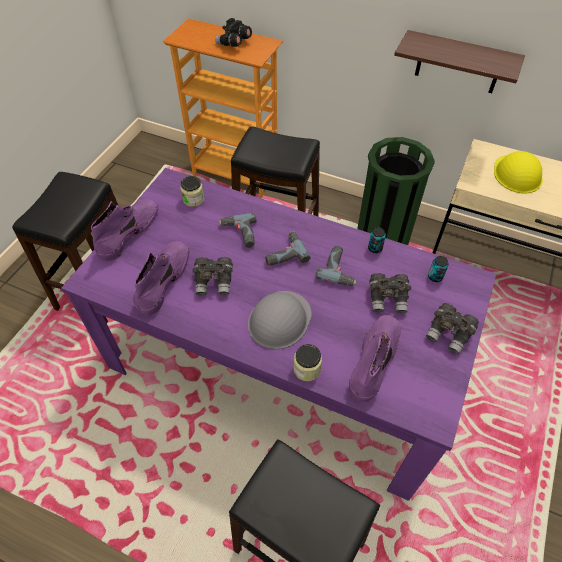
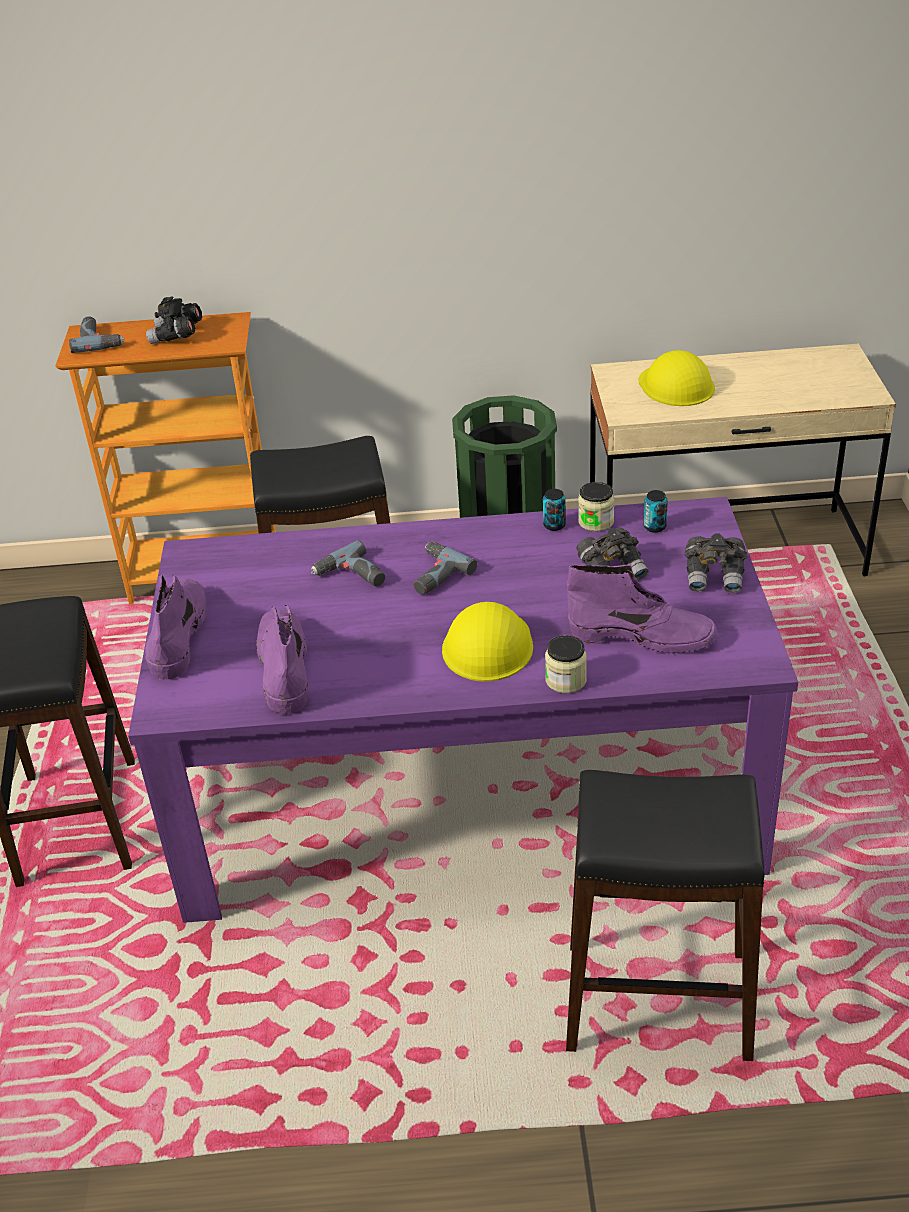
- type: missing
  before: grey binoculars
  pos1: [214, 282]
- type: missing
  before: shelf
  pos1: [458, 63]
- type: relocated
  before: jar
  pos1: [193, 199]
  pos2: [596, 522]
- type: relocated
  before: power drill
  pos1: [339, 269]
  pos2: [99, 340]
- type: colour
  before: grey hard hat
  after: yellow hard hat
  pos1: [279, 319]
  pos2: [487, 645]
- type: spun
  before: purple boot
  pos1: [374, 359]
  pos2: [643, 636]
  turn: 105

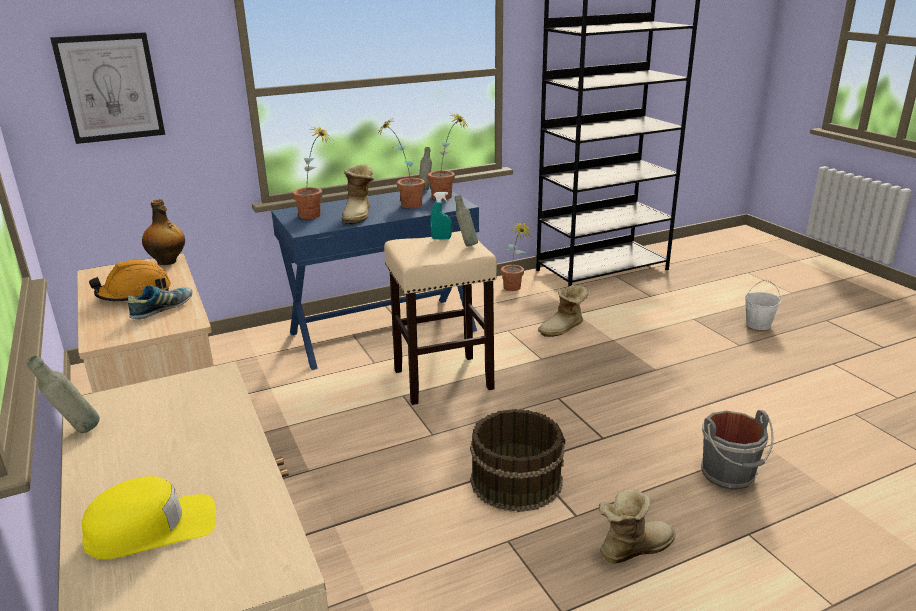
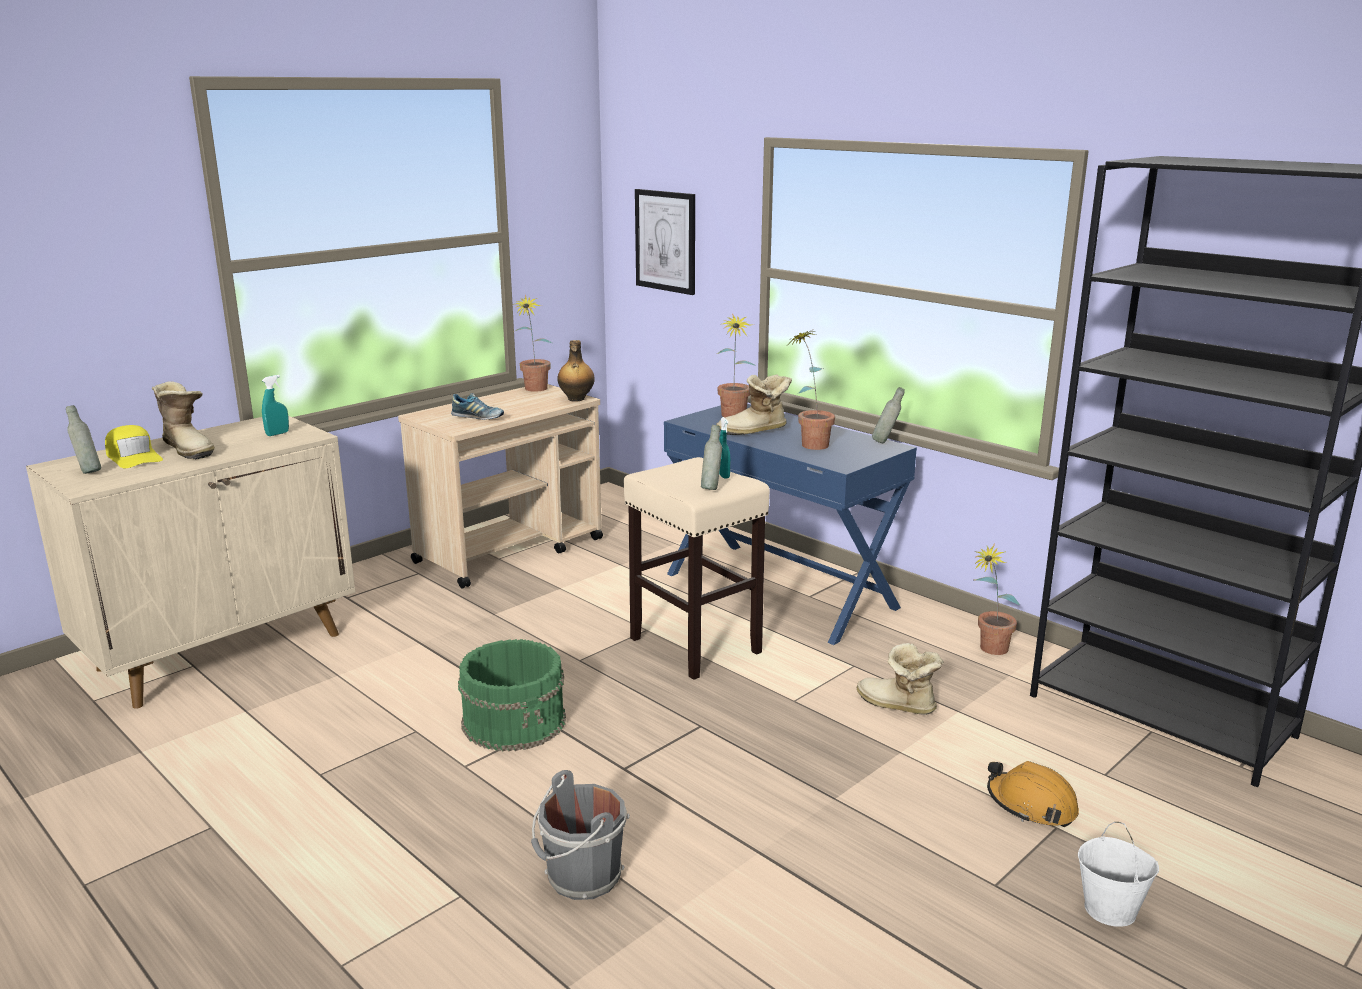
- type: appeared
  after: turquoise spray bottle
  pos2: [277, 434]
- type: relocated
  before: grey bottle
  pos1: [76, 432]
  pos2: [88, 472]
- type: relocated
  before: orange hard hat
  pos1: [135, 294]
  pos2: [1031, 805]
- type: relocated
  before: potted plant
  pos1: [447, 197]
  pos2: [534, 390]
- type: relocated
  before: boot
  pos1: [632, 547]
  pos2: [190, 448]
- type: colour
  before: brown bucket
  after: green bucket
  pos1: [516, 480]
  pos2: [515, 721]

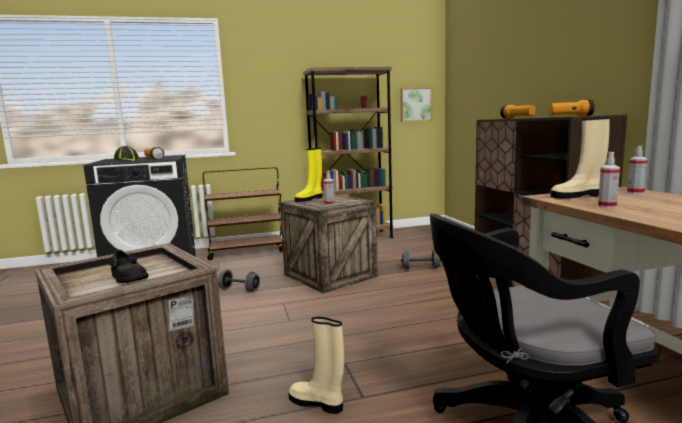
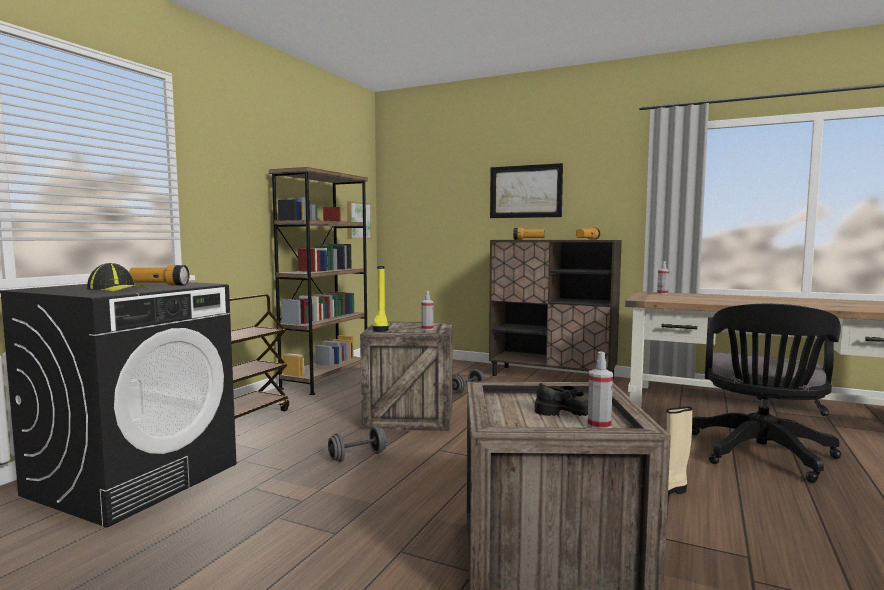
- type: missing
  before: beige boot
  pos1: [577, 196]
- type: appeared
  after: picture
  pos2: [525, 191]
- type: relocated
  before: spray bottle
  pos1: [607, 206]
  pos2: [599, 426]

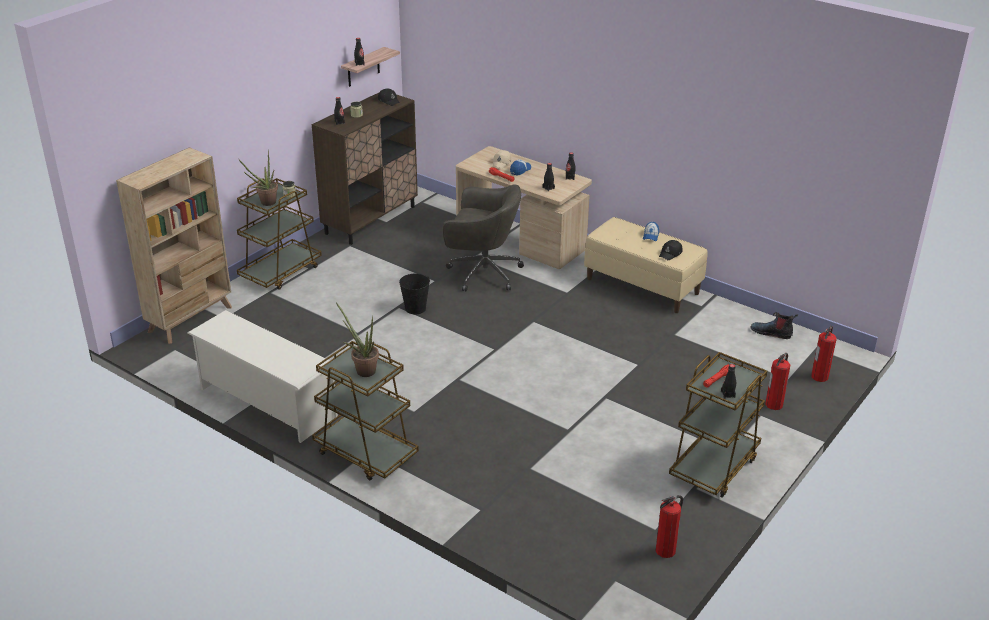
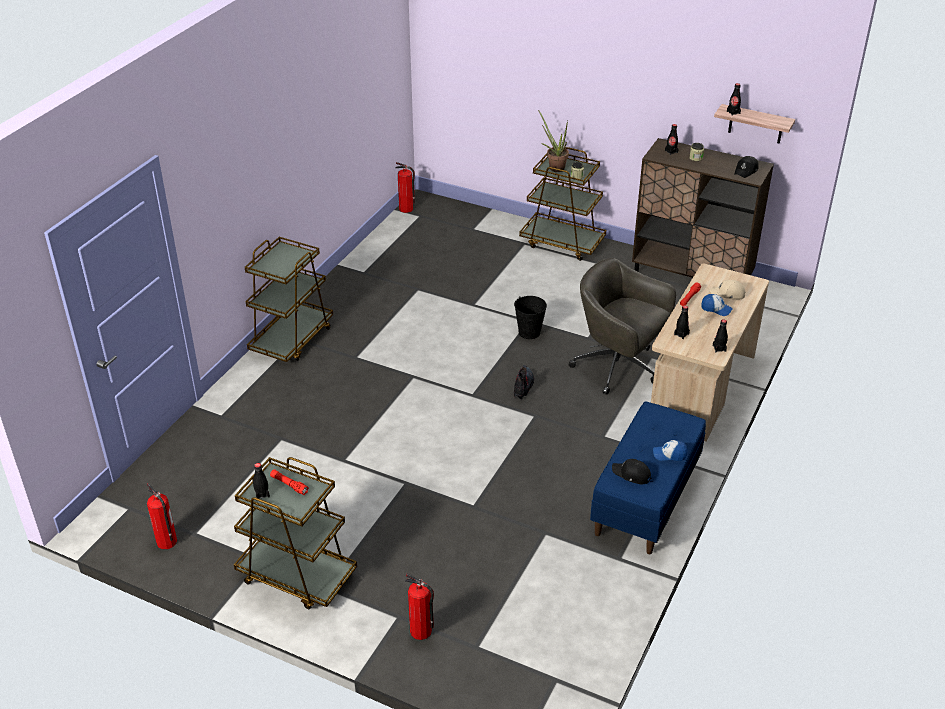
- type: missing
  before: beige bookcase
  pos1: [191, 319]
- type: missing
  before: white shoe rack
  pos1: [267, 403]
- type: missing
  before: potted plant
  pos1: [362, 370]
- type: relocated
  before: boot
  pos1: [772, 333]
  pos2: [523, 386]
- type: relocated
  before: fire extinguisher
  pos1: [819, 376]
  pos2: [406, 209]
- type: colour
  before: beige bench
  after: blue bench
  pos1: [643, 286]
  pos2: [646, 500]
- type: spun
  before: grey office chair
  pos1: [482, 273]
  pos2: [618, 367]
  turn: 120

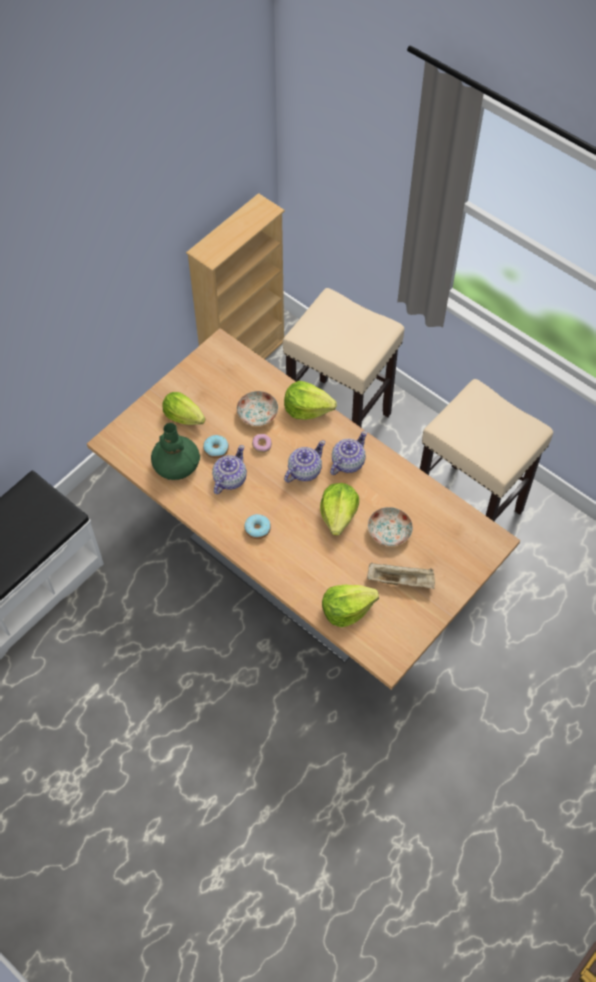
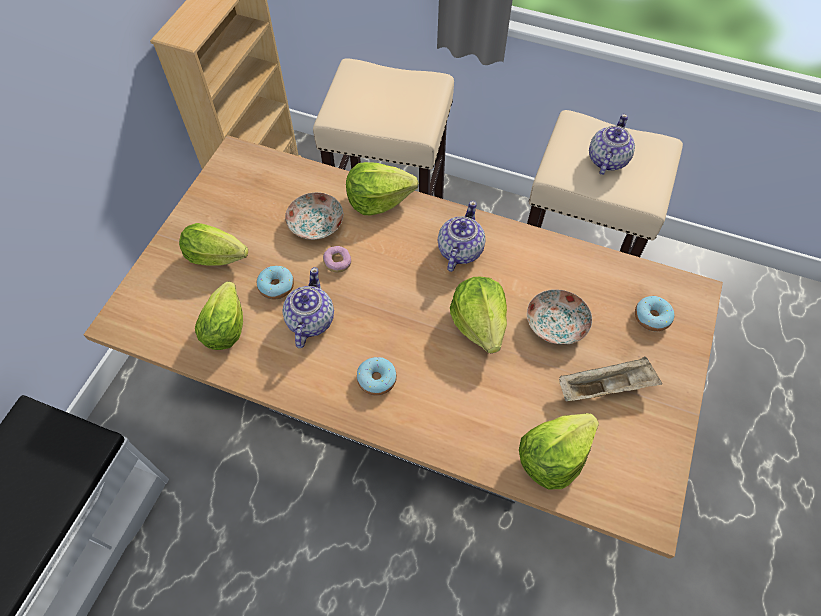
- type: appeared
  after: donut
  pos2: [651, 317]
- type: relocated
  before: teapot
  pos1: [304, 471]
  pos2: [606, 160]
- type: exchanged
  before: green vase
  after: lettuce
  pos1: [176, 464]
  pos2: [226, 324]

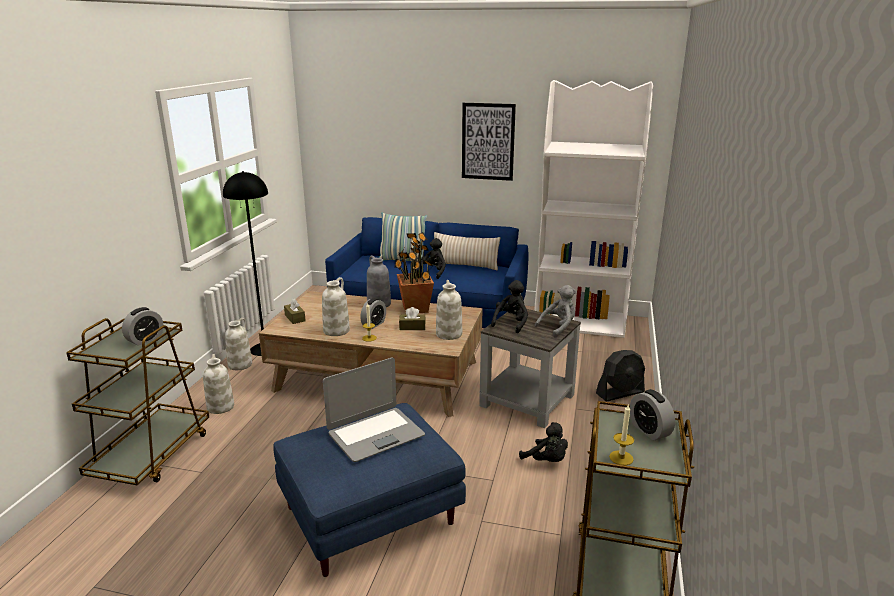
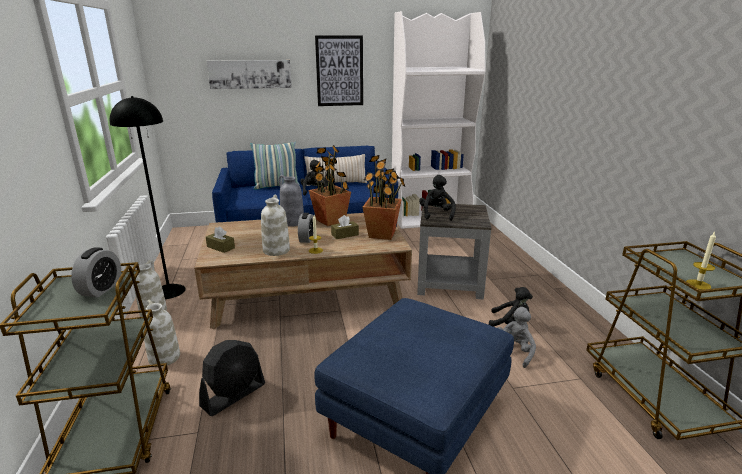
- type: missing
  before: laptop
  pos1: [375, 434]
- type: missing
  before: alarm clock
  pos1: [649, 430]
- type: appeared
  after: picture
  pos2: [250, 74]
- type: relocated
  before: grey plush toy
  pos1: [558, 327]
  pos2: [513, 351]
- type: relocated
  before: black fan
  pos1: [620, 393]
  pos2: [233, 395]
- type: exchanged
  before: white vase
  after: potted plant
  pos1: [448, 334]
  pos2: [382, 234]

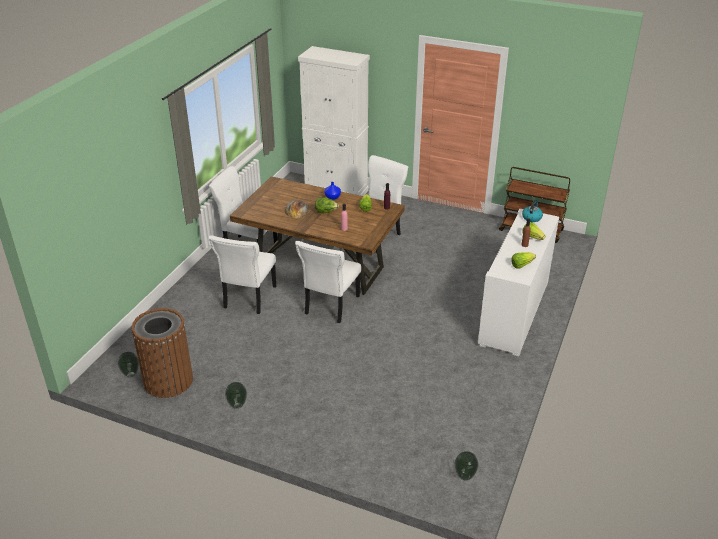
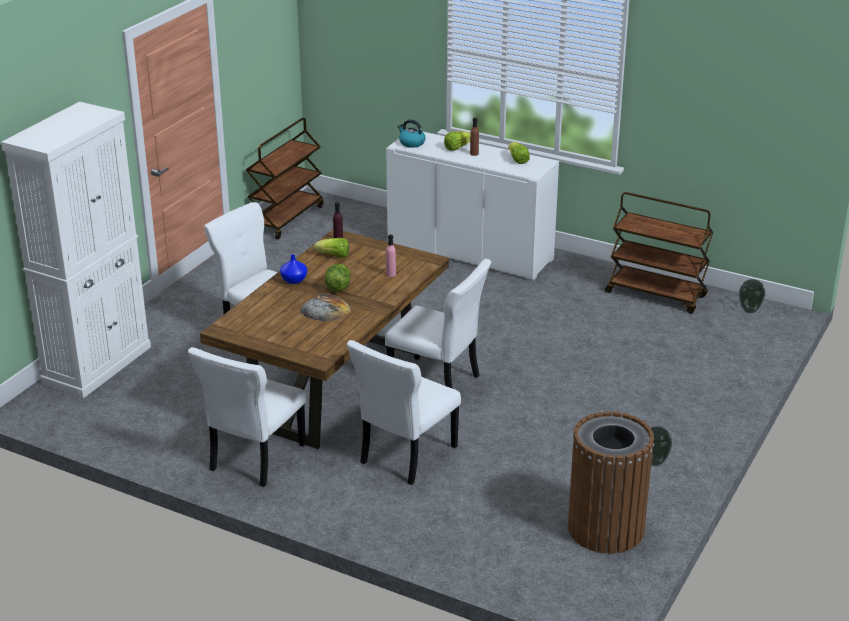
- type: missing
  before: vase
  pos1: [130, 374]
- type: appeared
  after: brown cart
  pos2: [656, 294]
- type: spun
  before: white chair
  pos1: [248, 298]
  pos2: [405, 456]
  turn: 105

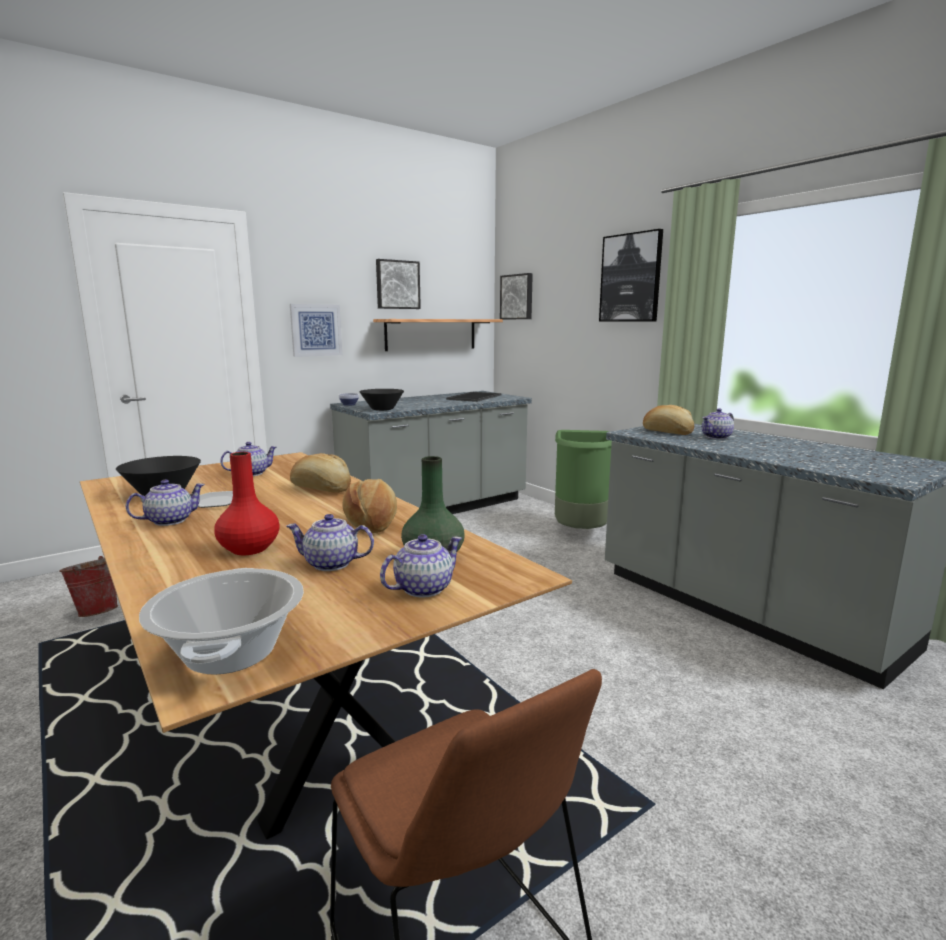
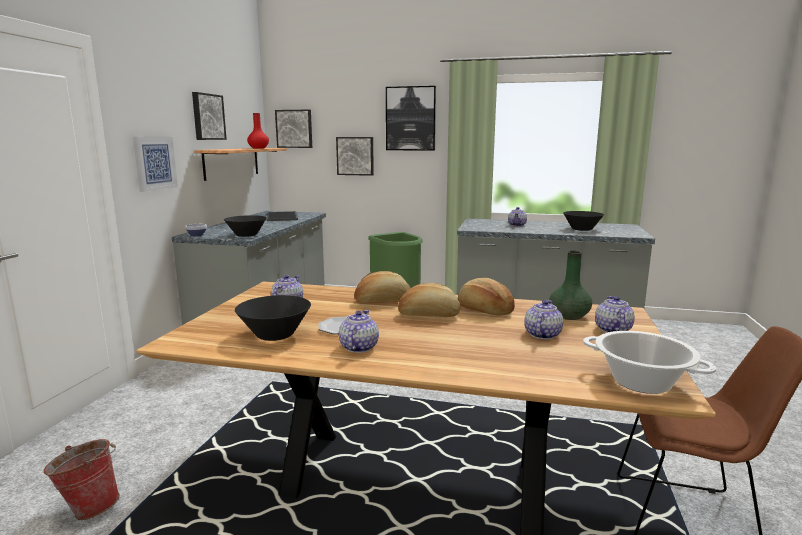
- type: appeared
  after: picture
  pos2: [355, 156]
- type: appeared
  after: black bowl
  pos2: [582, 229]
- type: relocated
  before: red vase
  pos1: [249, 549]
  pos2: [258, 148]
- type: relocated
  before: bread
  pos1: [667, 432]
  pos2: [429, 315]
- type: spun
  before: teapot
  pos1: [332, 564]
  pos2: [542, 335]
  turn: 150

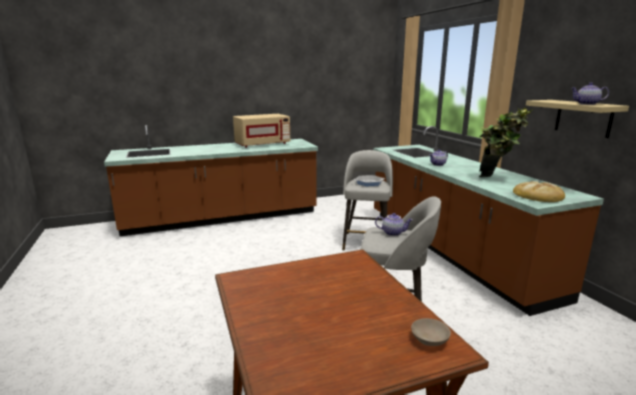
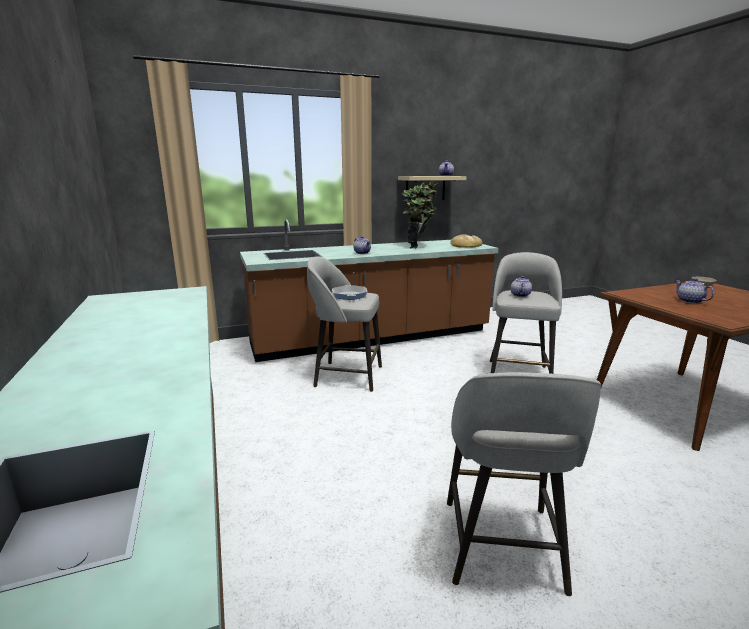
- type: missing
  before: beige microwave
  pos1: [262, 144]
- type: appeared
  after: grey stool
  pos2: [502, 548]
- type: appeared
  after: teapot
  pos2: [689, 301]

